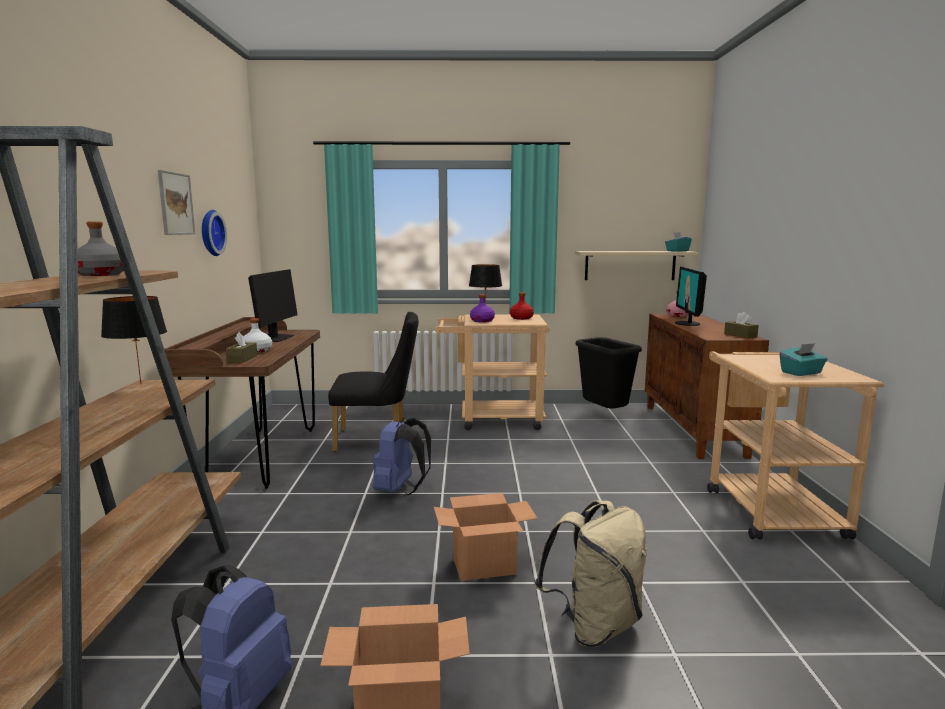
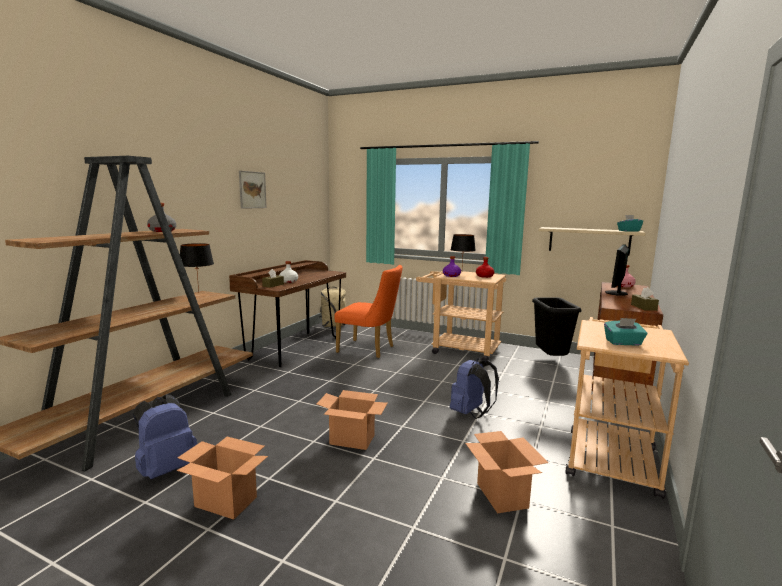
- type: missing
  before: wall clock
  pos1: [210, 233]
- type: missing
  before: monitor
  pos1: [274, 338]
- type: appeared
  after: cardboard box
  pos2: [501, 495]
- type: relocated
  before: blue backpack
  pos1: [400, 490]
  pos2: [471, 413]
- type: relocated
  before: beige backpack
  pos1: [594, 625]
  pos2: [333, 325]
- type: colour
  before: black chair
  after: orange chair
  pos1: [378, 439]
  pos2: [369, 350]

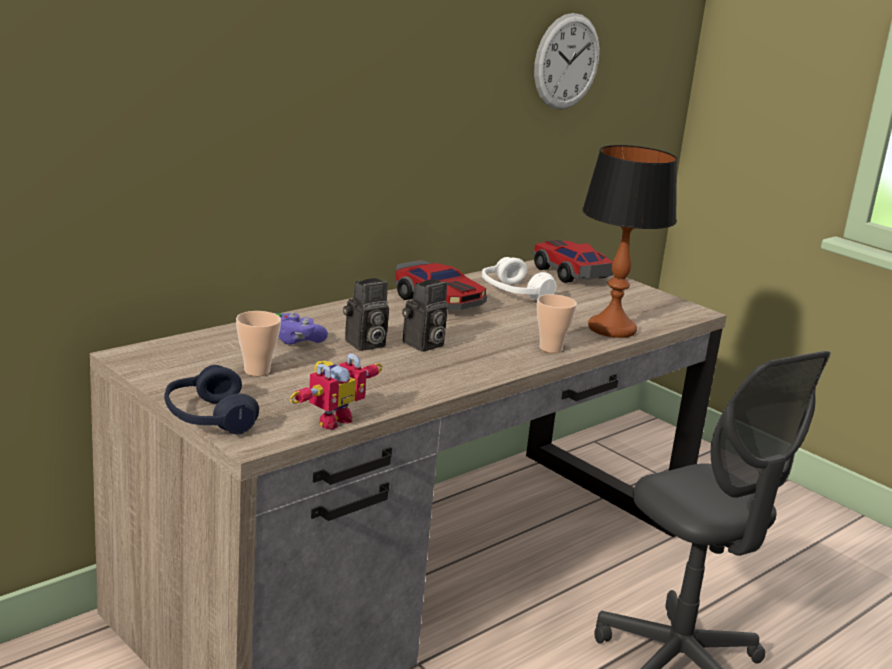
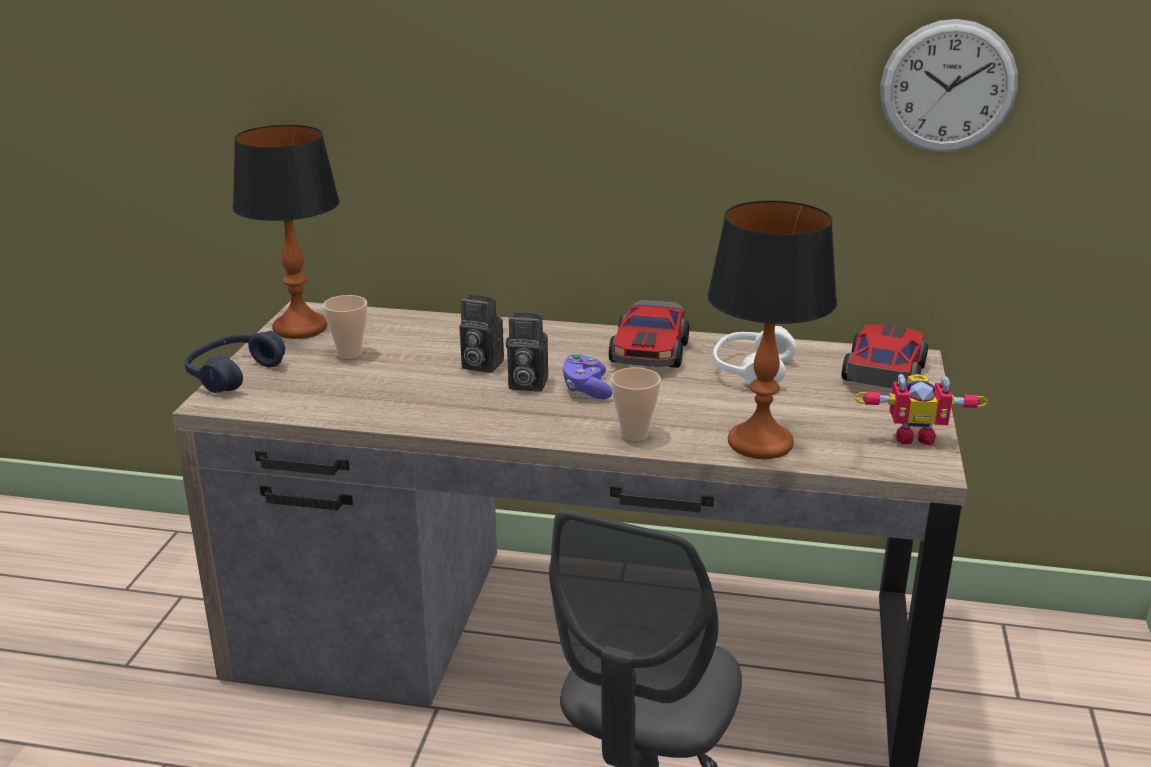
- type: appeared
  after: table lamp
  pos2: [299, 328]
- type: relocated
  before: purple game controller
  pos1: [295, 340]
  pos2: [586, 389]
- type: relocated
  before: toy robot
  pos1: [330, 419]
  pos2: [913, 436]

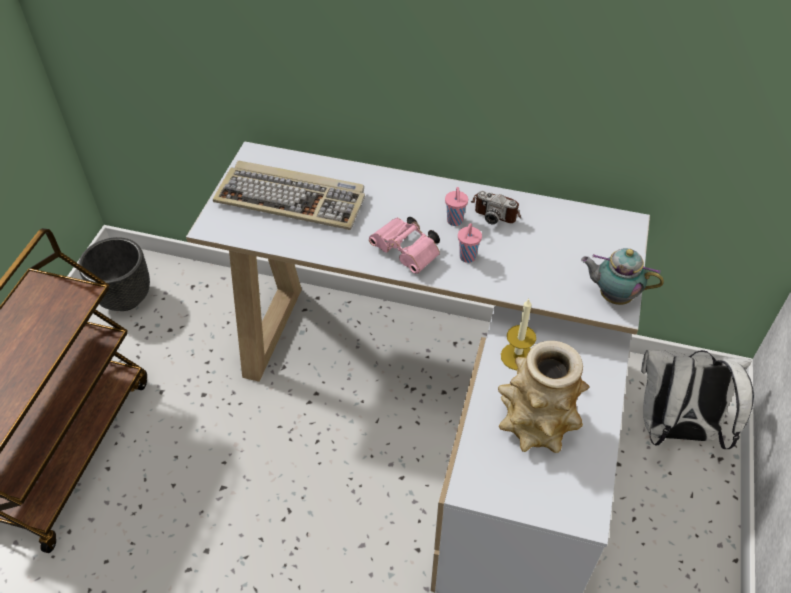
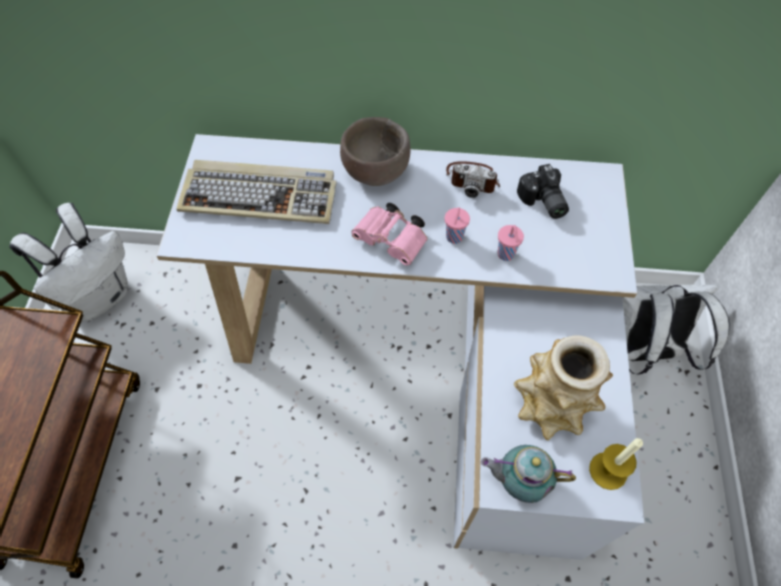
- type: appeared
  after: brown bowl
  pos2: [376, 172]
- type: appeared
  after: photo camera
  pos2: [542, 202]
- type: relocated
  before: pink cup
  pos1: [455, 221]
  pos2: [506, 255]
- type: relocated
  before: candle
  pos1: [517, 356]
  pos2: [608, 470]
- type: relocated
  before: teapot
  pos1: [612, 296]
  pos2: [519, 481]
- type: exchanged
  before: black planter
  after: white backpack
  pos1: [126, 298]
  pos2: [100, 296]

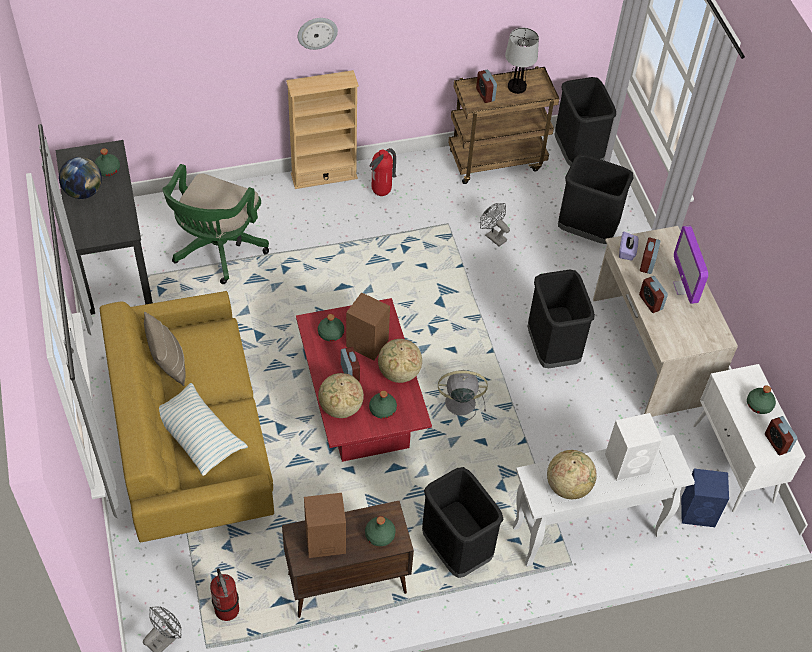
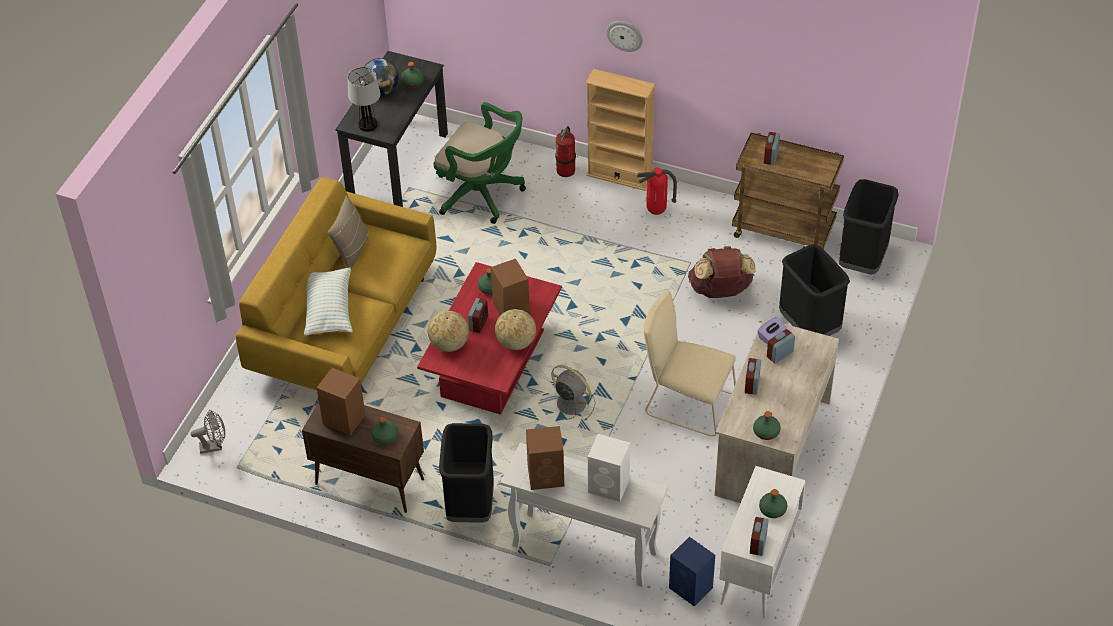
- type: missing
  before: monitor
  pos1: [684, 287]
- type: relocated
  before: fire extinguisher
  pos1: [227, 609]
  pos2: [566, 170]
- type: relocated
  before: green bottle
  pos1: [382, 409]
  pos2: [766, 431]
- type: relocated
  before: table lamp
  pos1: [516, 87]
  pos2: [367, 125]
- type: exchanged
  before: grey fan
  after: brown backpack
  pos1: [493, 236]
  pos2: [720, 291]
- type: exchanged
  before: black trash can
  after: beige chair
  pos1: [551, 349]
  pos2: [686, 403]
- type: exchanged
  before: globe
  after: brown speaker
  pos1: [568, 486]
  pos2: [547, 476]
- type: spun
  before: green office chair
  pos1: [217, 250]
  pos2: [482, 195]
  turn: -120

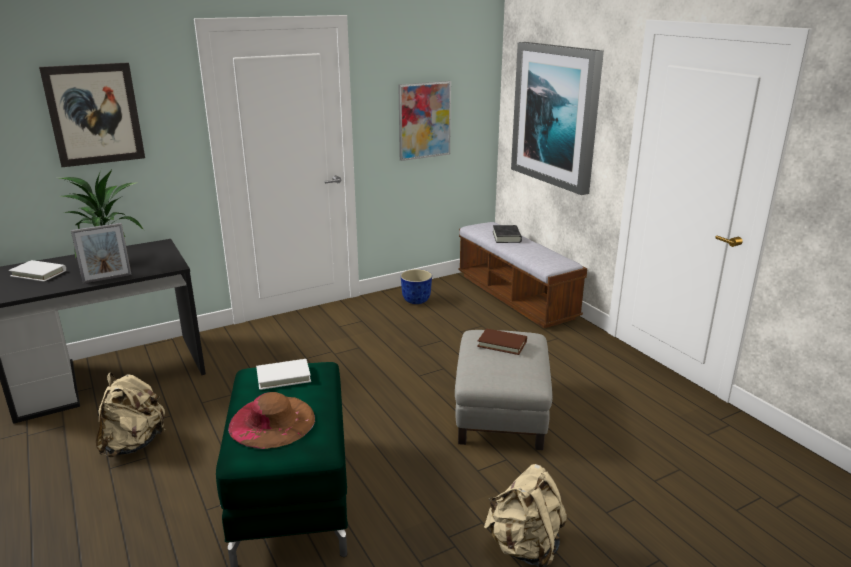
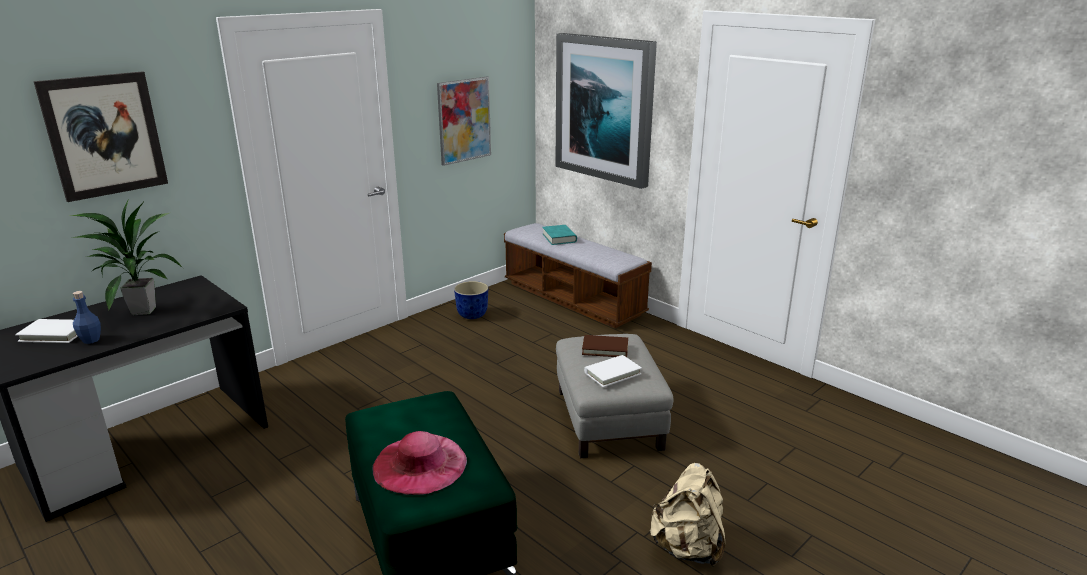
- type: missing
  before: picture frame
  pos1: [107, 278]
- type: missing
  before: beige backpack
  pos1: [134, 444]
- type: appeared
  after: blue bottle
  pos2: [91, 340]
- type: relocated
  before: white book
  pos1: [283, 376]
  pos2: [612, 373]
- type: colour
  before: brown hat
  after: pink hat
  pos1: [272, 422]
  pos2: [420, 464]
- type: colour
  before: black book
  after: turquoise book
  pos1: [506, 237]
  pos2: [559, 238]

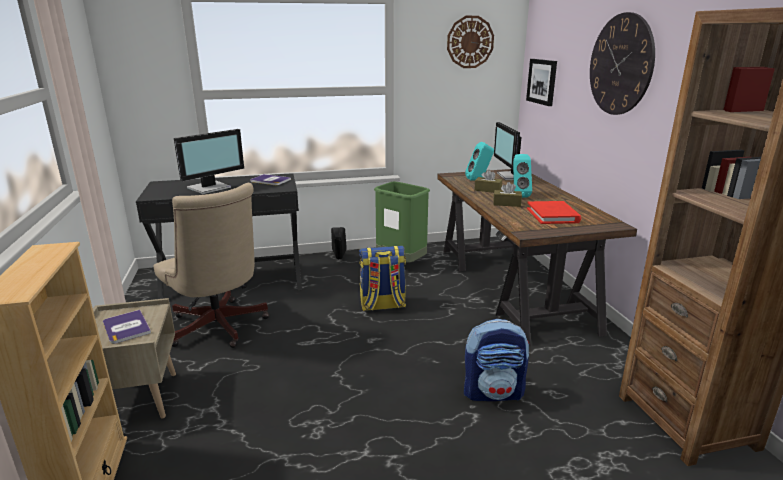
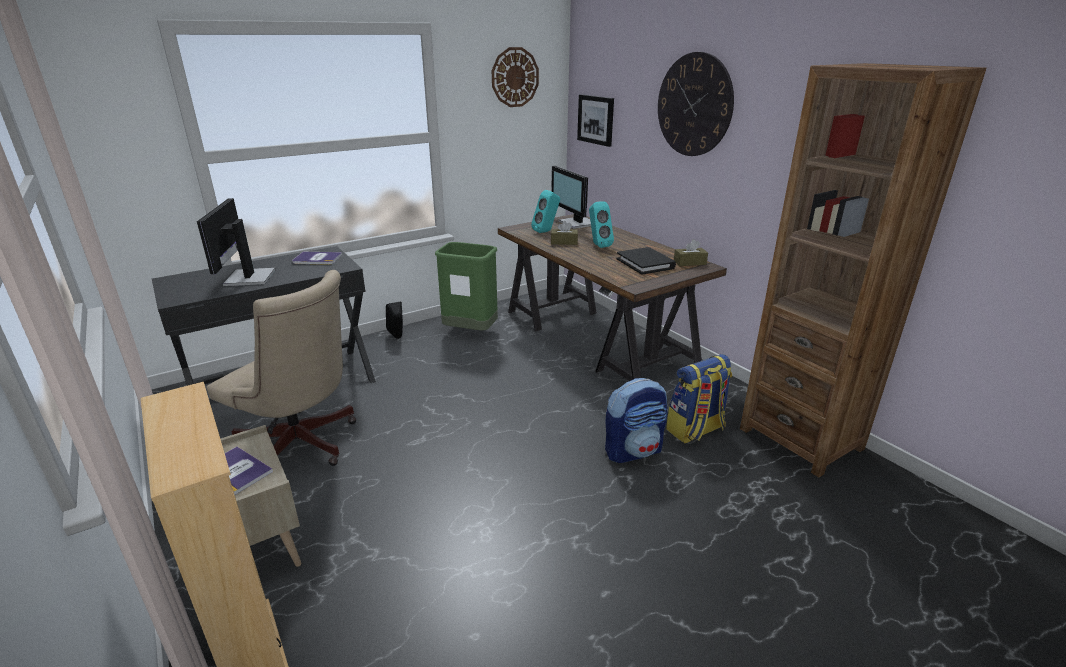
- type: relocated
  before: backpack
  pos1: [382, 305]
  pos2: [695, 430]
- type: relocated
  before: brown tissue box
  pos1: [506, 203]
  pos2: [689, 263]
- type: colour
  before: red book
  after: black book
  pos1: [553, 215]
  pos2: [645, 263]
- type: spun
  before: monitor
  pos1: [210, 188]
  pos2: [247, 278]
  turn: 150

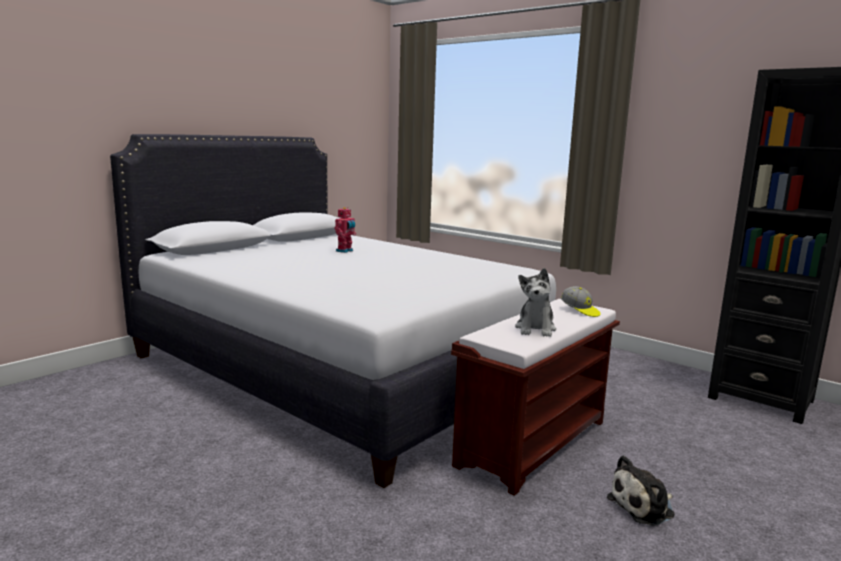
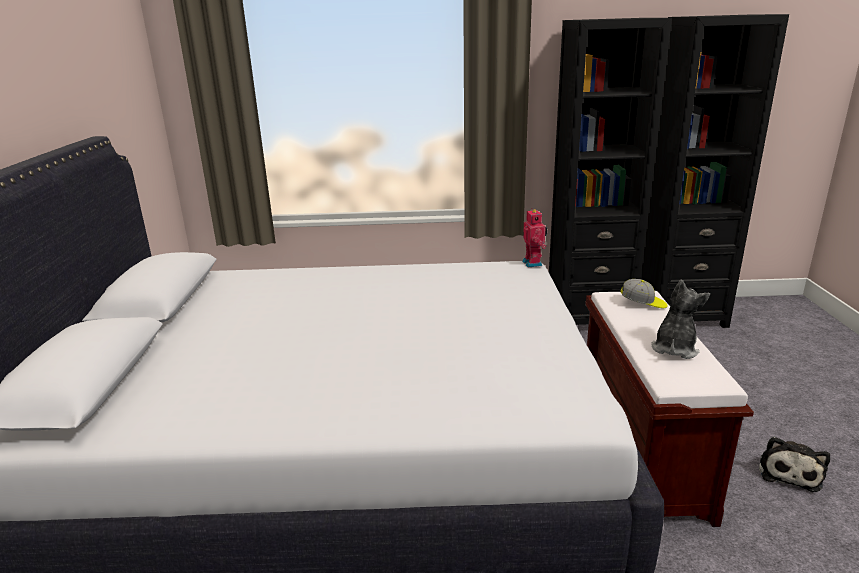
- type: appeared
  after: black bookcase
  pos2: [588, 317]
- type: relocated
  before: toy robot
  pos1: [345, 251]
  pos2: [533, 263]
- type: spun
  before: plush toy
  pos1: [535, 329]
  pos2: [674, 348]
  turn: -120

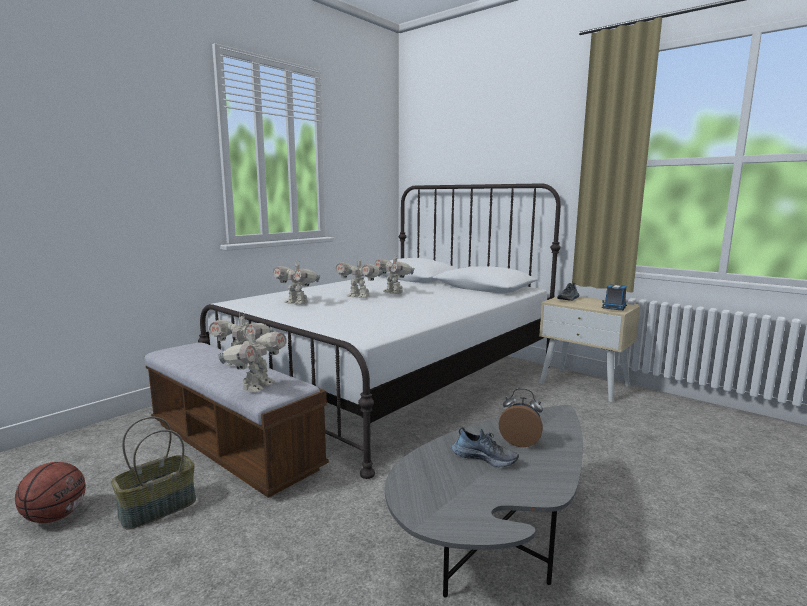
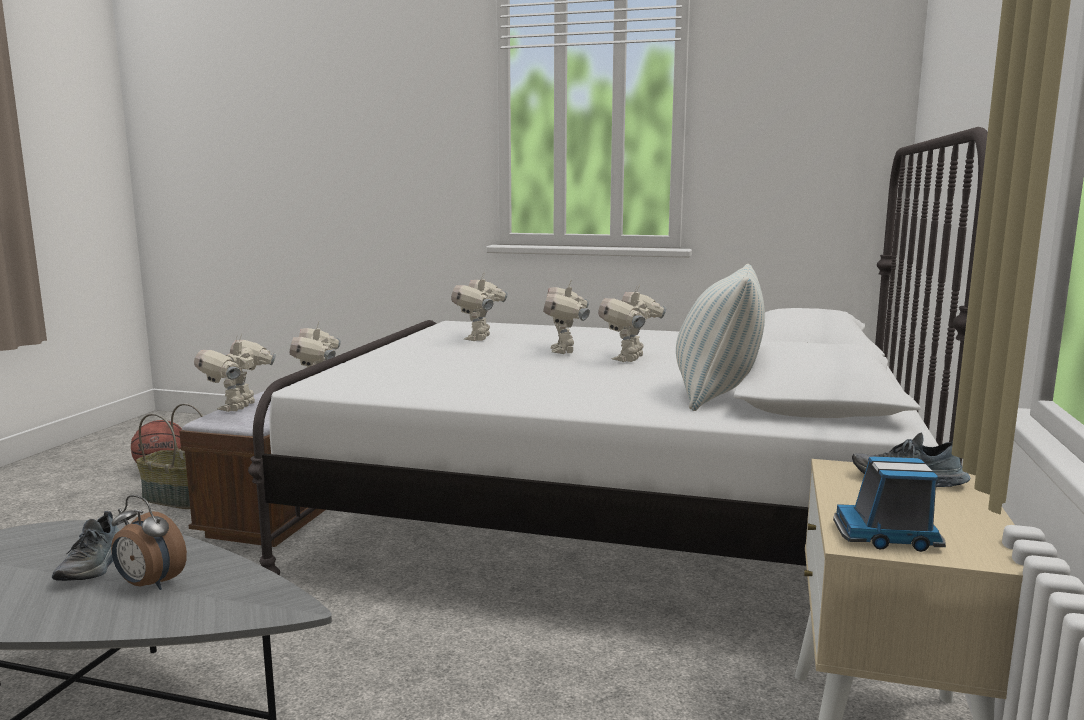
- type: appeared
  after: pillow
  pos2: [716, 394]
- type: spun
  before: toy robot
  pos1: [256, 387]
  pos2: [240, 408]
  turn: 105
- type: spun
  before: alarm clock
  pos1: [520, 442]
  pos2: [149, 585]
  turn: 120

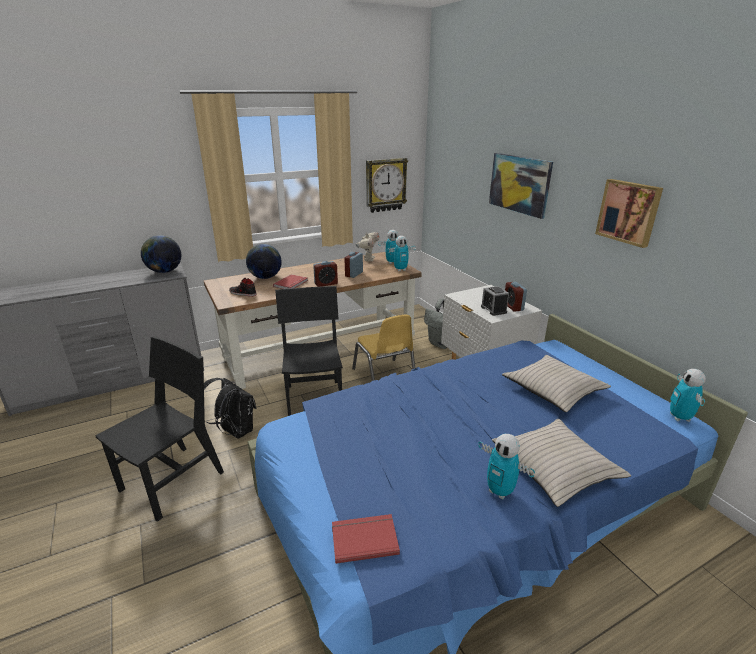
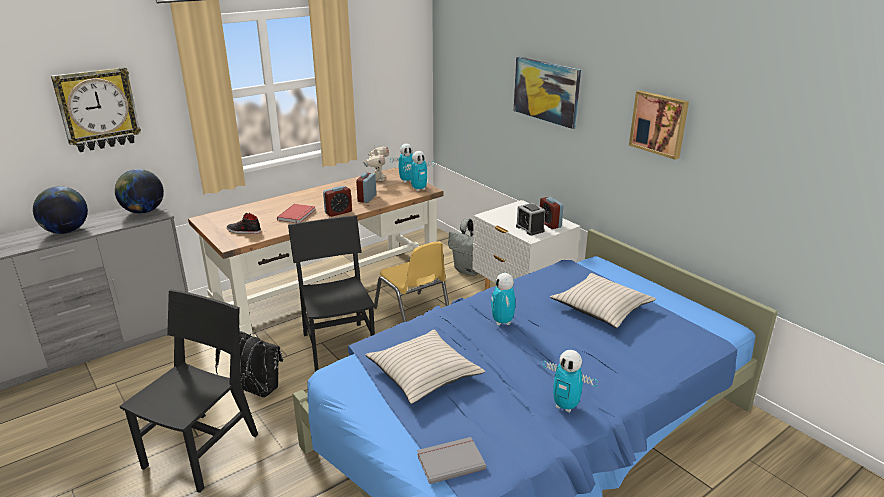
- type: relocated
  before: globe
  pos1: [265, 277]
  pos2: [66, 231]
- type: relocated
  before: wall clock
  pos1: [385, 185]
  pos2: [98, 109]
- type: relocated
  before: beige pillow
  pos1: [555, 468]
  pos2: [424, 374]
- type: relocated
  before: toy robot
  pos1: [679, 417]
  pos2: [502, 322]
- type: colour
  before: red book
  after: grey book
  pos1: [364, 538]
  pos2: [450, 461]

